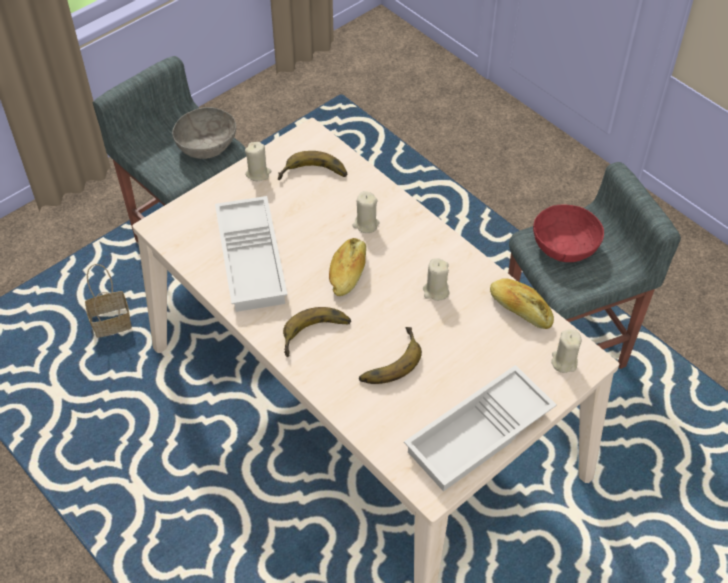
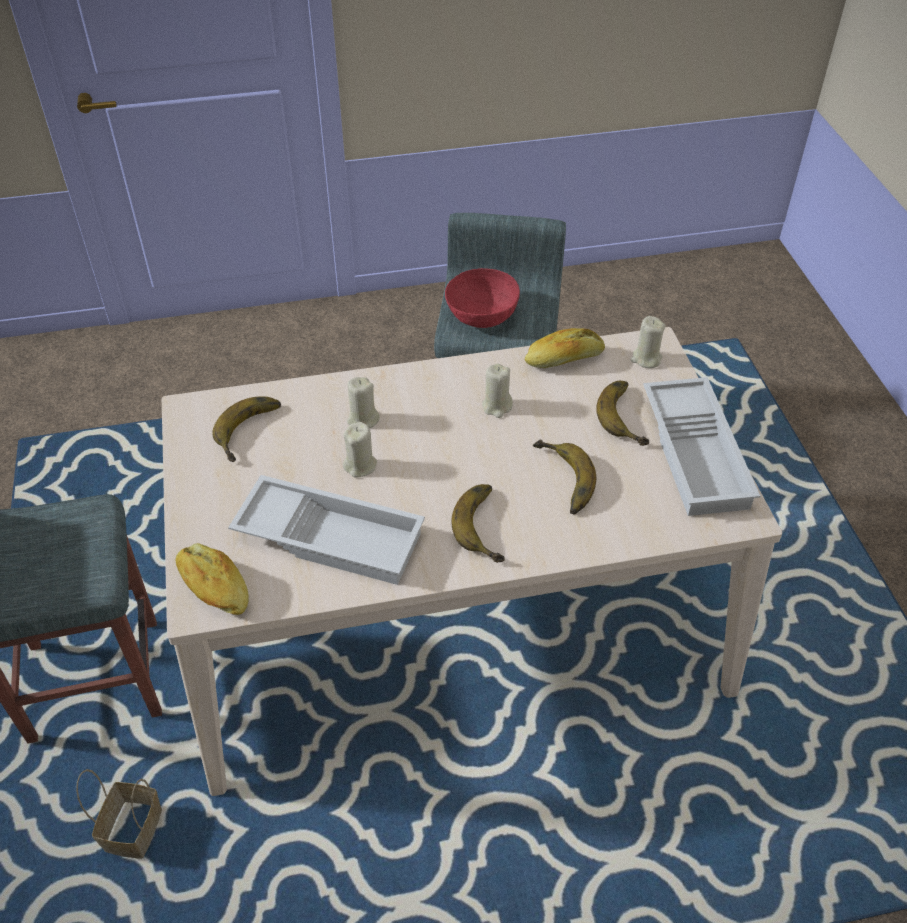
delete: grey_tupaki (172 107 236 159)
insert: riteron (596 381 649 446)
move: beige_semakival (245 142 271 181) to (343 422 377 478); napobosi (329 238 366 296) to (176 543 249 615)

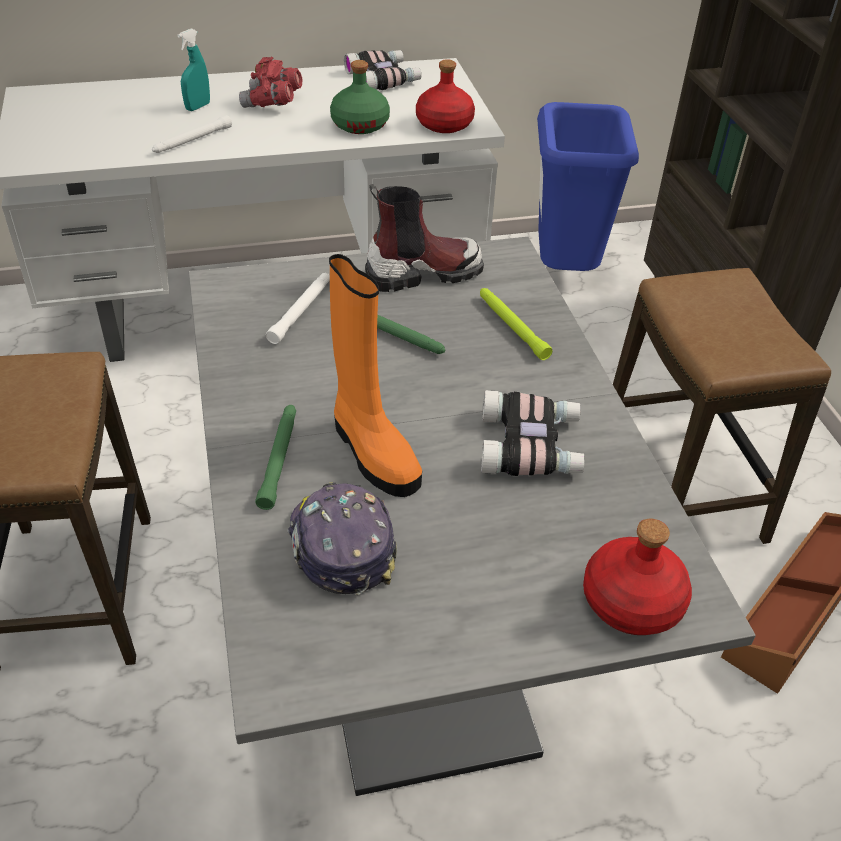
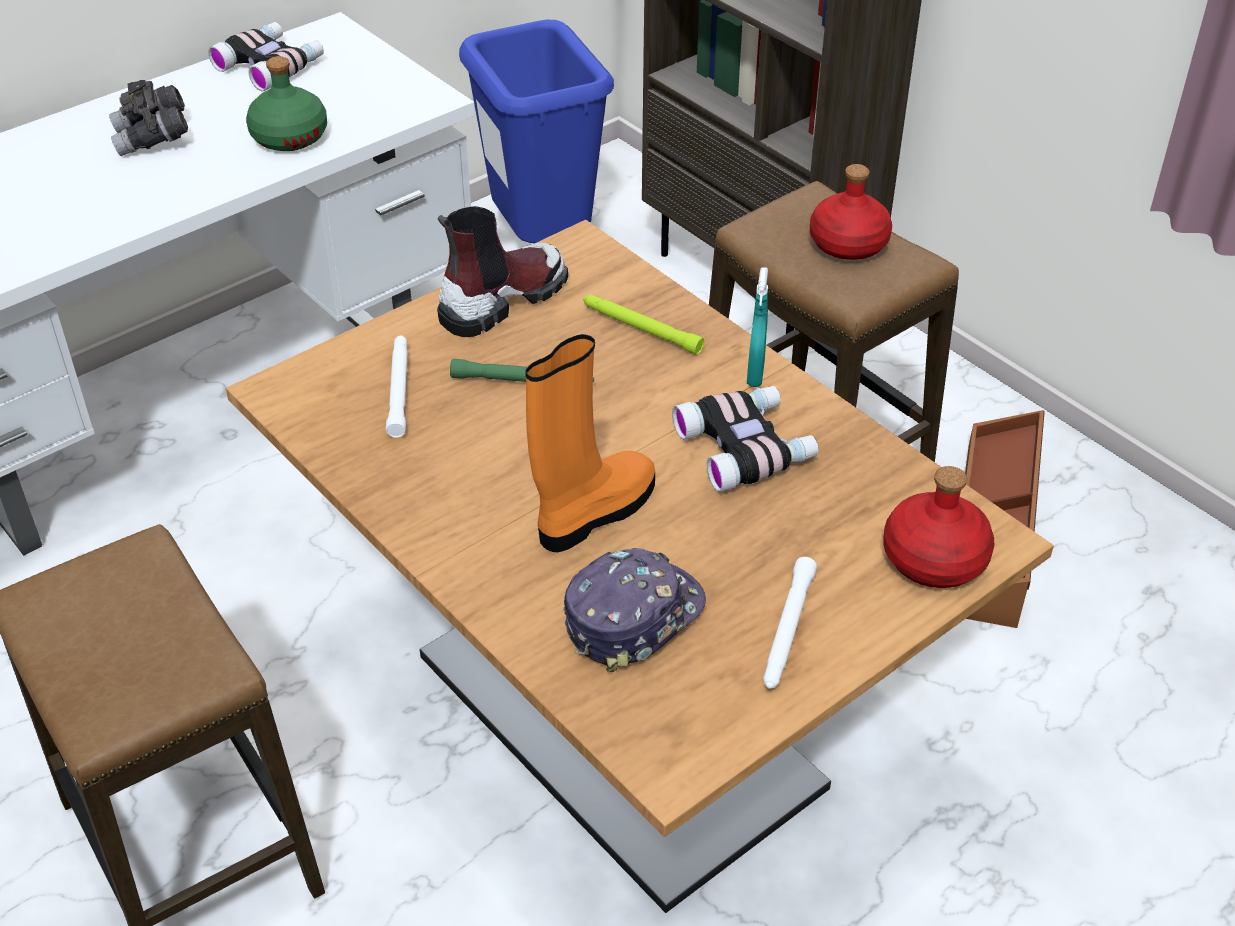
delete: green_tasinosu (255 405 296 510)
move: white_tasinosu (152 115 232 153) to (763 557 817 689); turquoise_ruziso (177 29 210 111) to (747 267 768 387); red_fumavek (416 59 475 133) to (810 164 892 260)
recolor: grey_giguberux (189 237 756 796) to brown_giguberux (226 220 1054 913); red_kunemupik (239 57 303 108) to grey_kunemupik (109 80 188 156)
rotate: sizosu (287 483 397 595) = (564 548 706 672) 90 degrees clockwise; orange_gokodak (329 254 422 497) = (526 334 655 552) 75 degrees counterclockwise

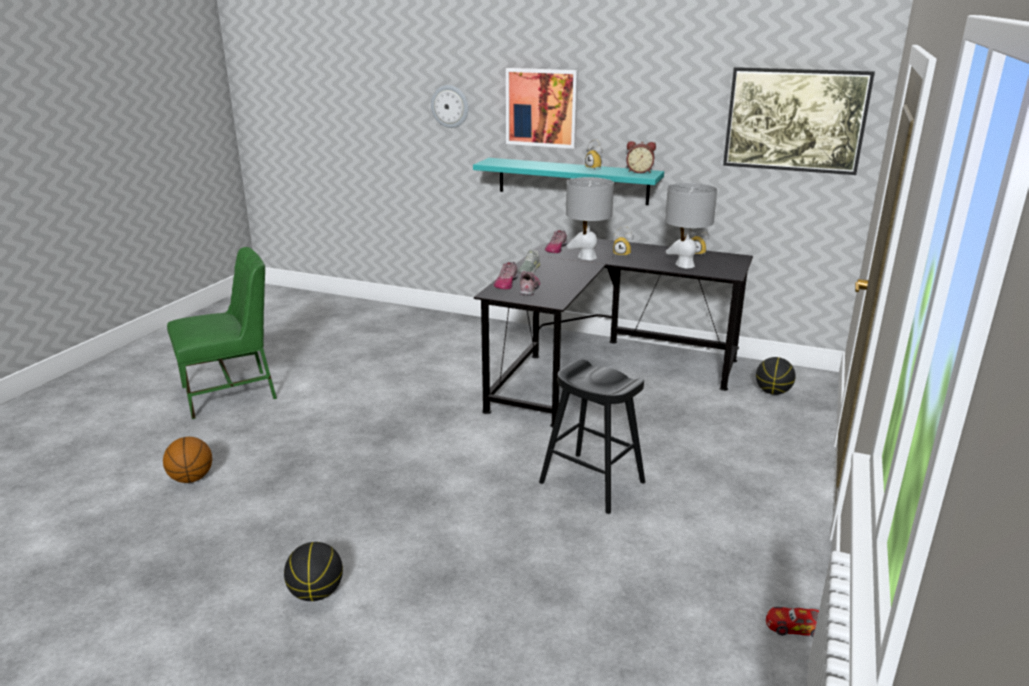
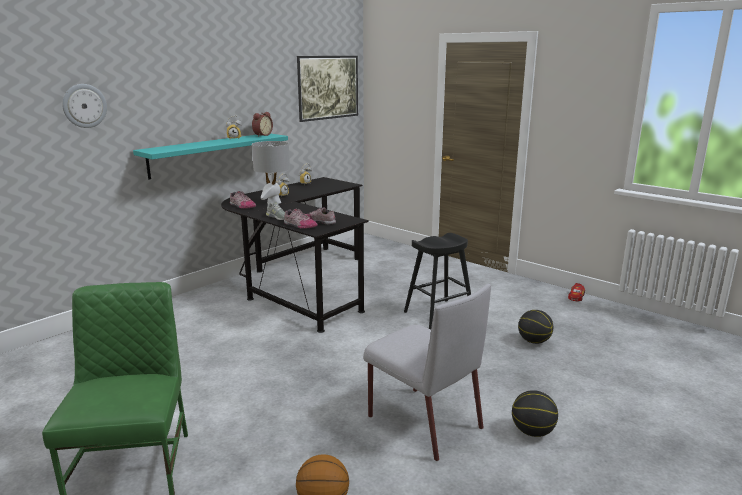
delete: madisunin (506 68 578 149); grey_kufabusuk (665 183 717 268)
insert: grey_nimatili (363 284 491 461)
move: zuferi (756 357 795 395) to (518 310 554 344)

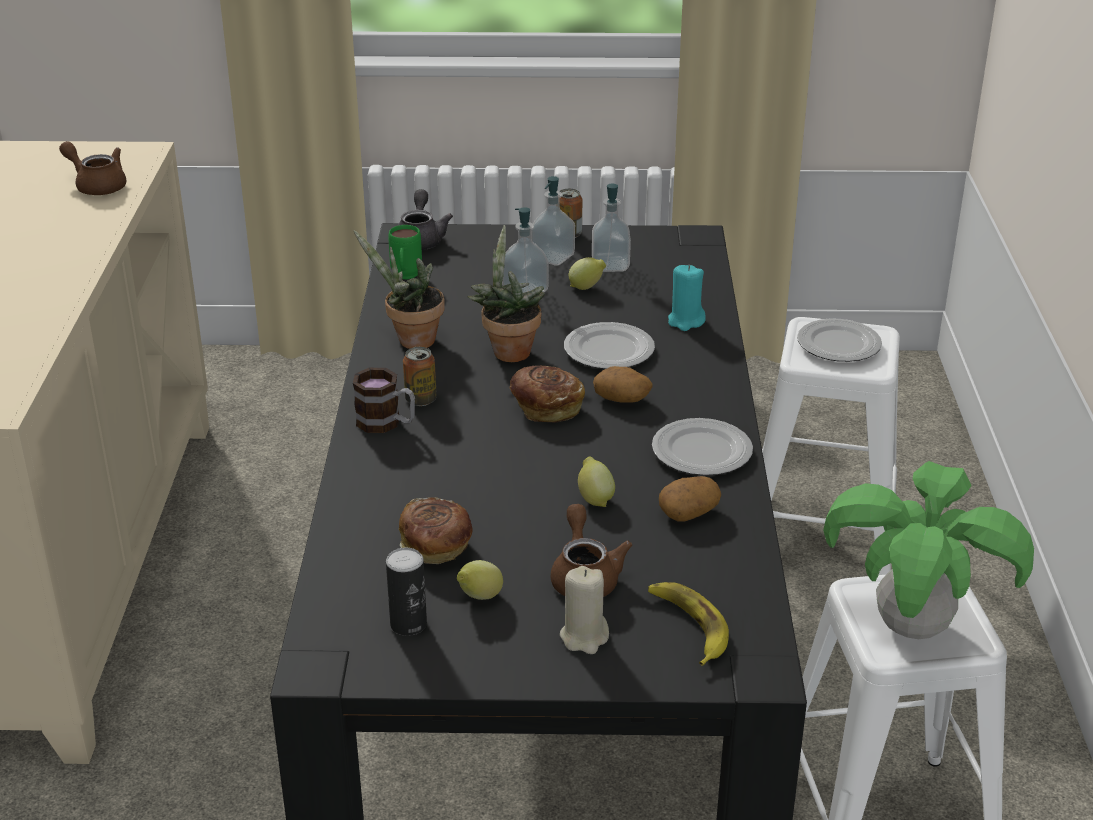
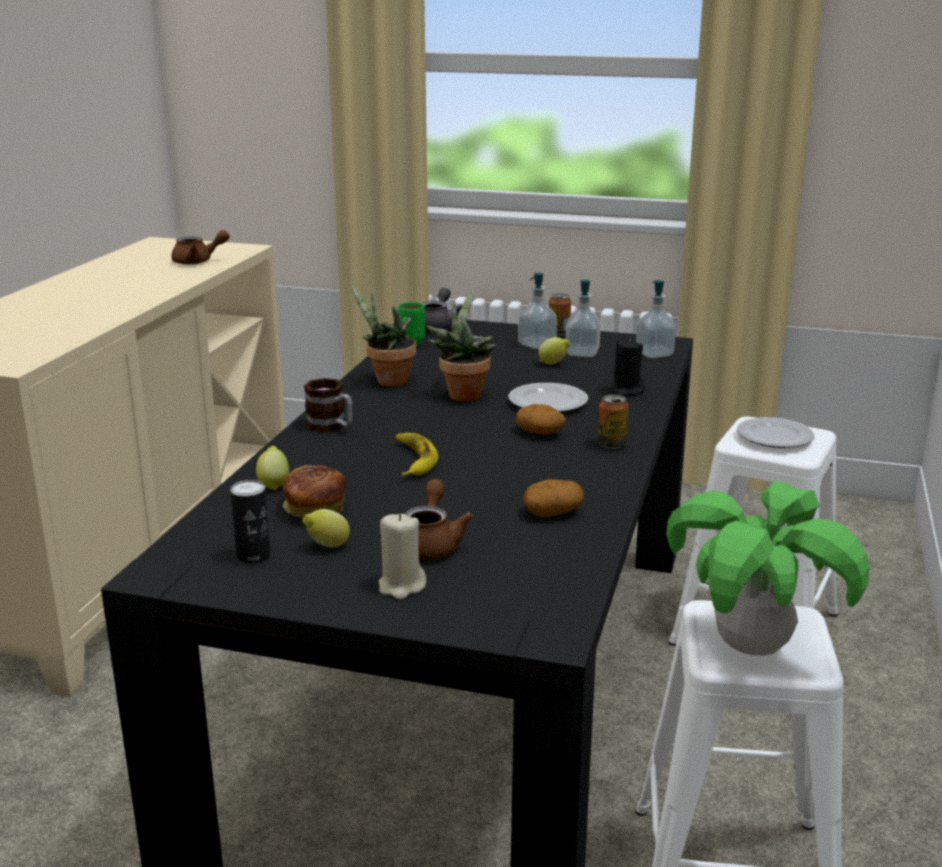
delete: napobosi (509 366 585 422); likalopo (652 418 753 476)
move: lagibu (403 347 437 406) to (598 394 629 449); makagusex (502 207 548 293) to (636 280 676 358); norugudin (578 456 615 507) to (256 446 289 490); riteron (648 582 729 666) to (396 433 439 476)
recolor: turquoise_semakival (668 265 706 331) to black_semakival (610 338 645 397)
rotate: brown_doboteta (59 141 127 195) = (171 230 230 265) 120 degrees clockwise

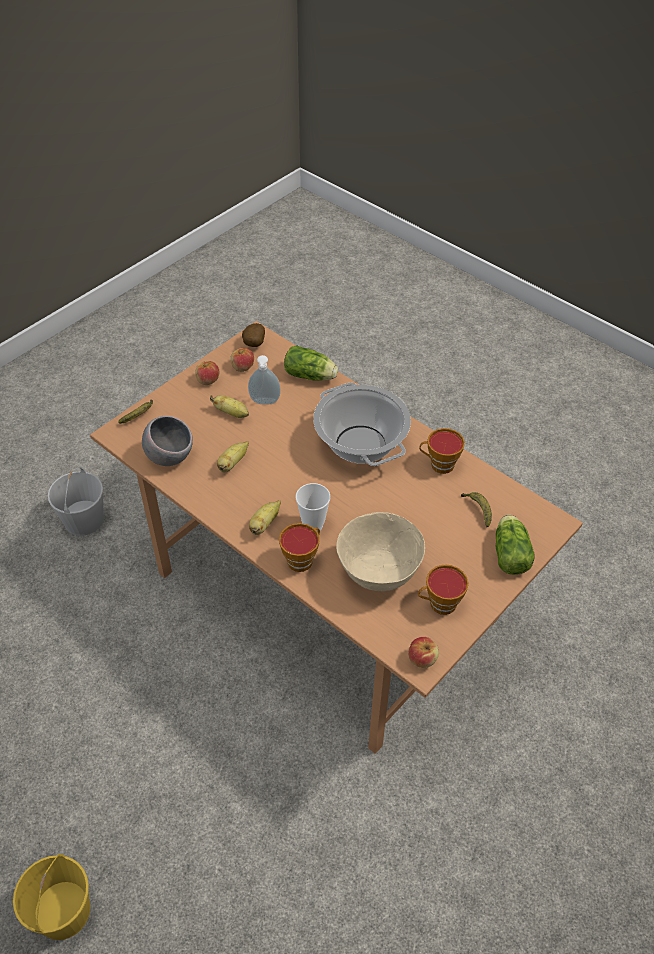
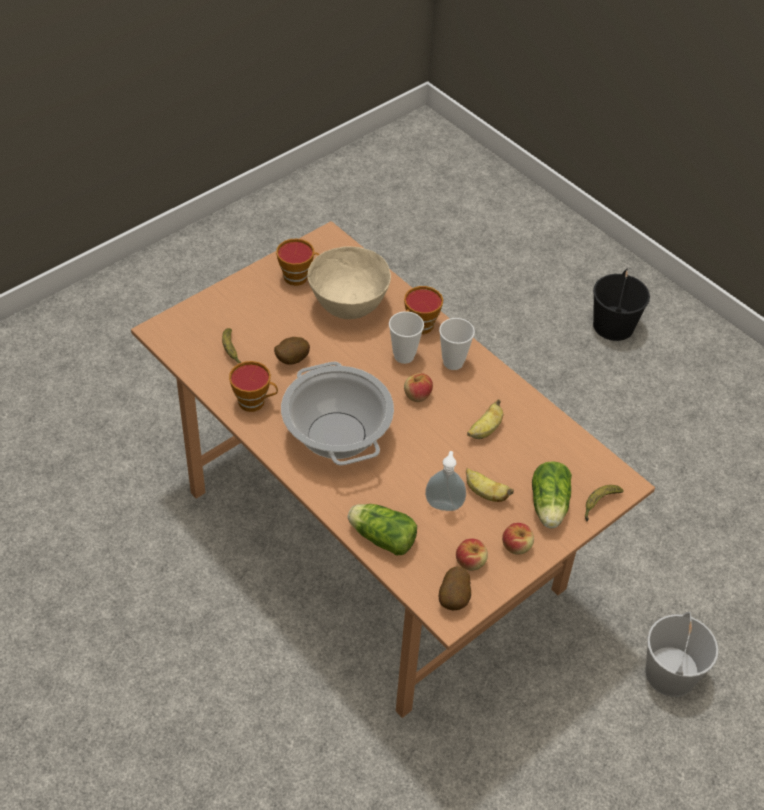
delete: grey_tupaki (142 416 193 466)
insert: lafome (274 337 310 365)
move: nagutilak (408 637 439 668) to (404 373 433 402); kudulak (496 515 534 575) to (532 461 572 528)
replace: riteron (249 500 281 535) to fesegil (439 318 475 370)
recolor: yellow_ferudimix (13 854 90 940) to black_ferudimix (593 269 650 341)

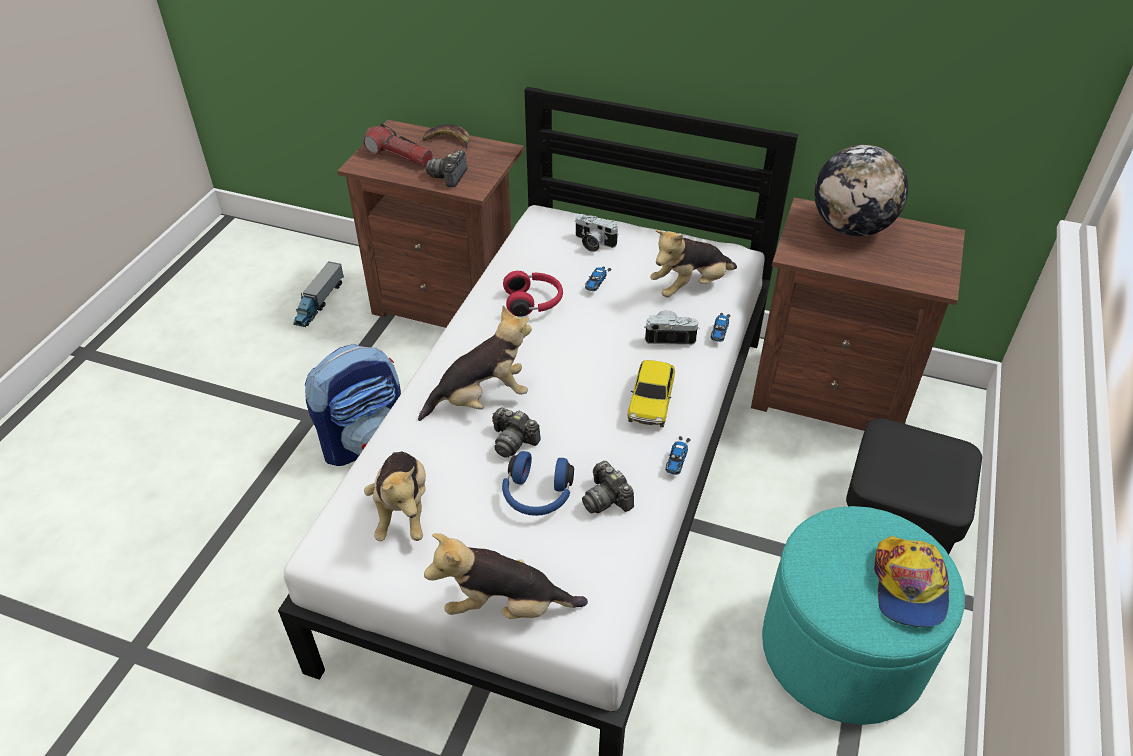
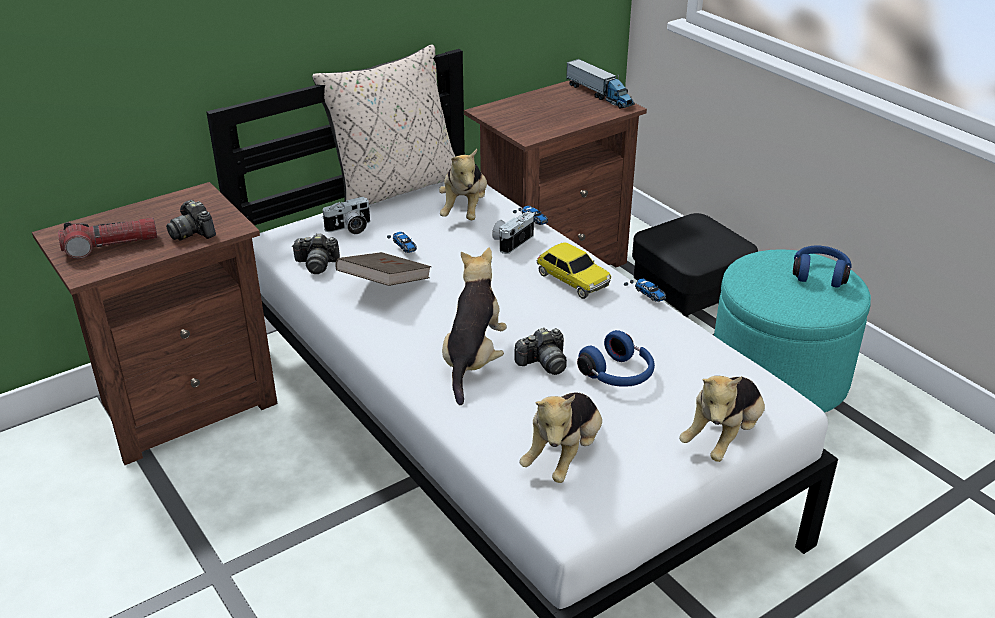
delete: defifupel (305 344 401 466); riteron (422 124 470 151); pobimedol (814 145 908 236)
insert: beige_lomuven (312 45 455 205)
move: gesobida (293 261 344 327) to (566 59 635 109); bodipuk (582 461 634 514) to (292 233 340 274)
replace: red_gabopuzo (503 271 563 317) to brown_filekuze (335 252 432 286); sizosu (874 536 949 627) to blue_gabopuzo (793 246 852 288)
rotate: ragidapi (364 452 426 541) = (520 392 602 483) 90 degrees clockwise

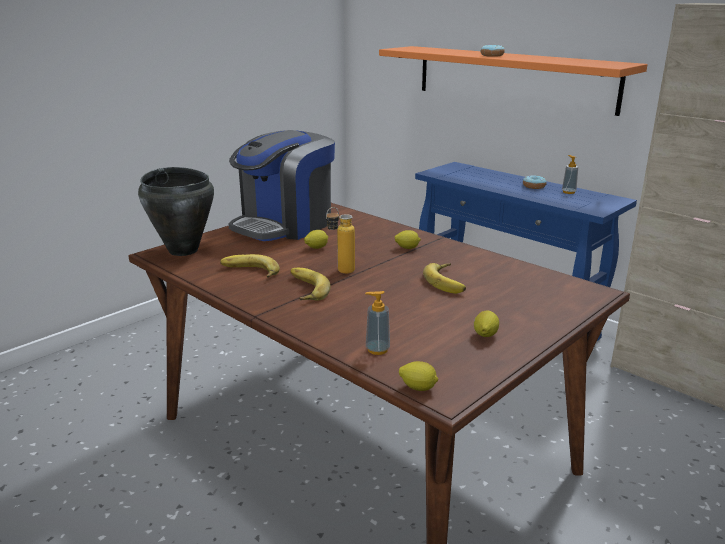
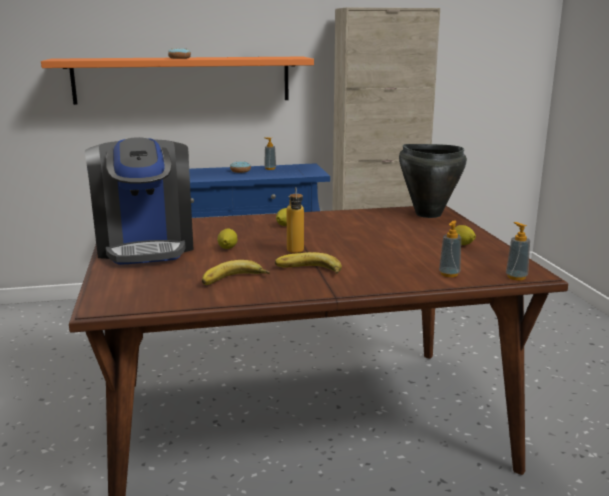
delete: riteron (423 263 466 294)
move: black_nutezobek (138 167 214 256) to (399 144 467 218)
replace: norugudin (399 361 438 391) to makagusex (506 222 530 281)

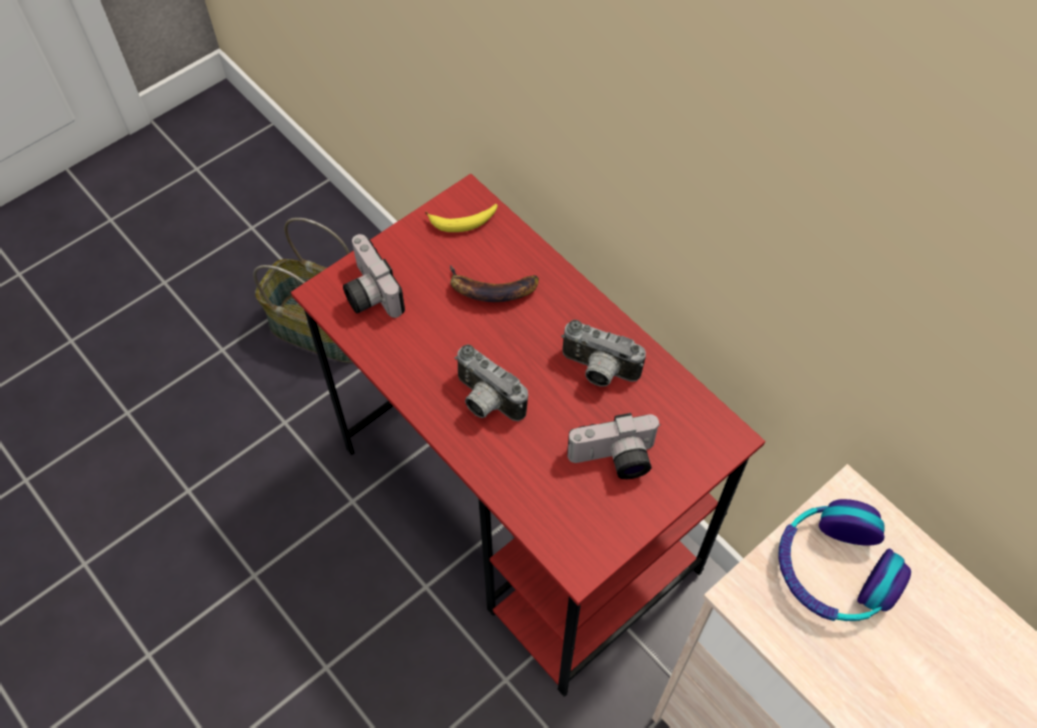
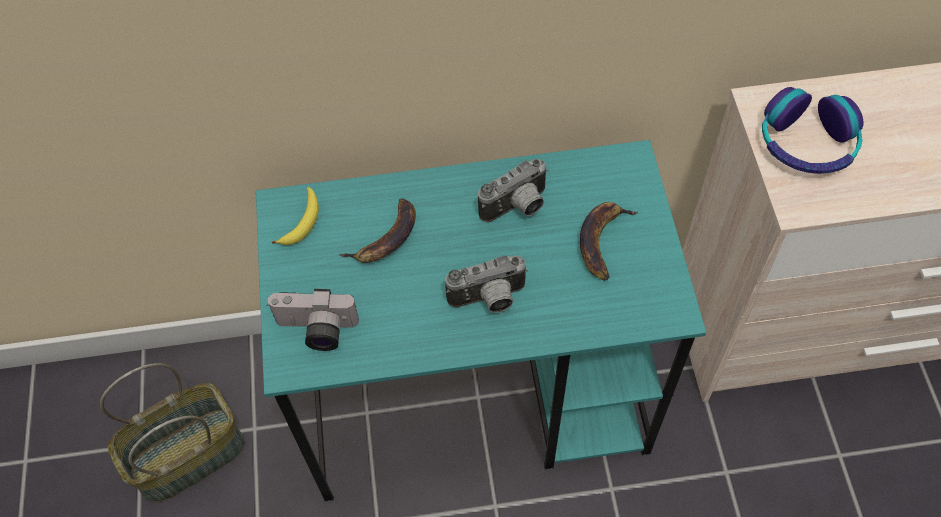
replace: bodipuk (567 413 661 479) to riteron (580 202 638 281)
recolor: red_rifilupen (291 174 765 697) to turquoise_rifilupen (256 140 706 501)

